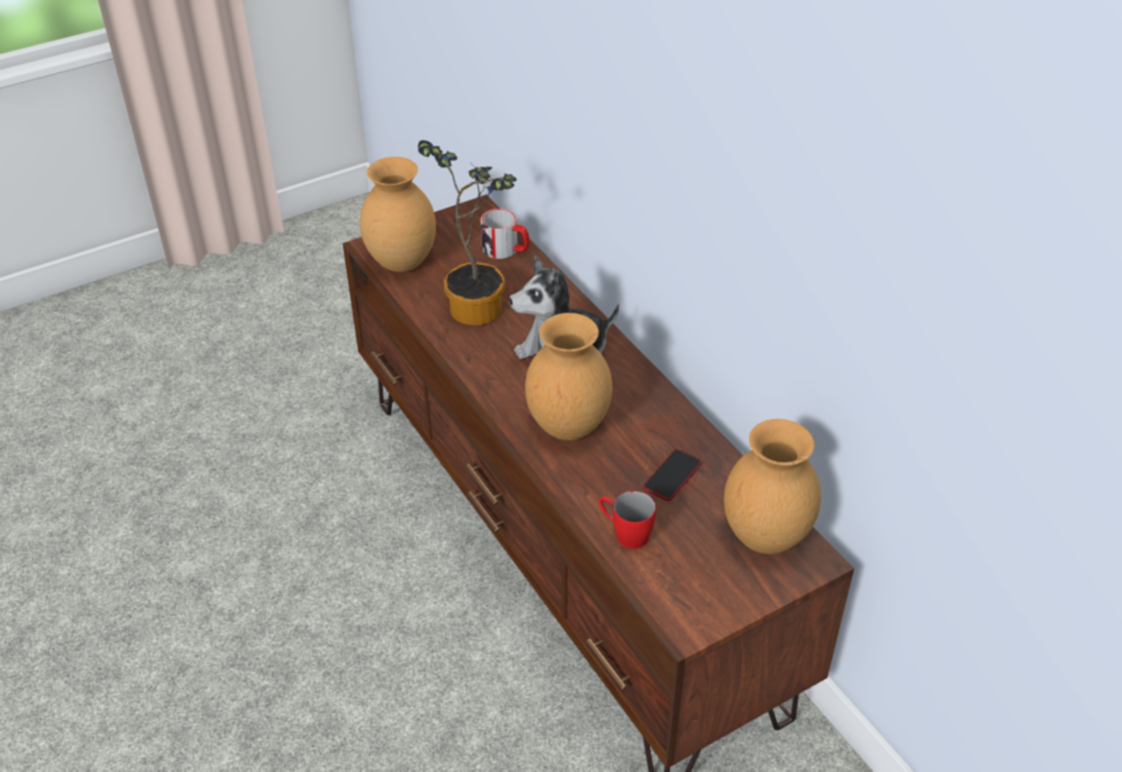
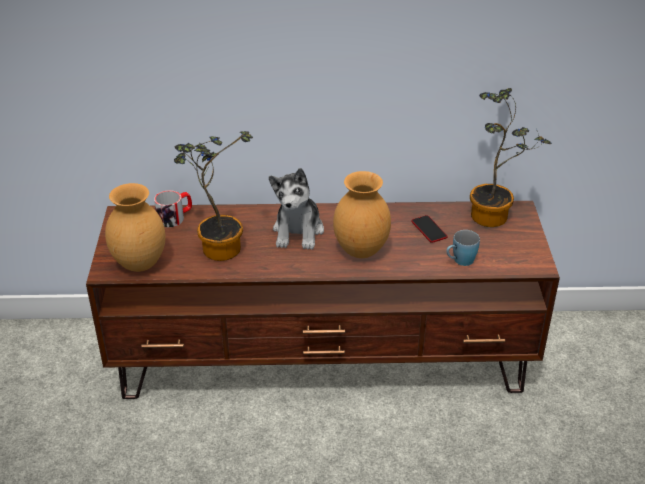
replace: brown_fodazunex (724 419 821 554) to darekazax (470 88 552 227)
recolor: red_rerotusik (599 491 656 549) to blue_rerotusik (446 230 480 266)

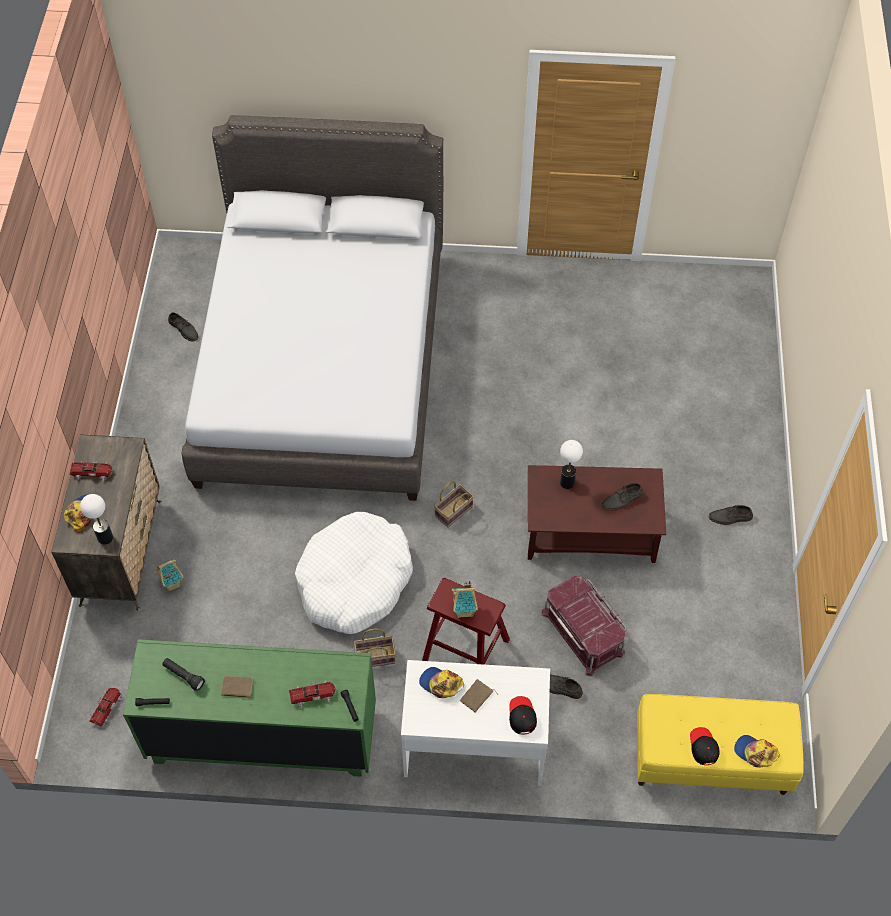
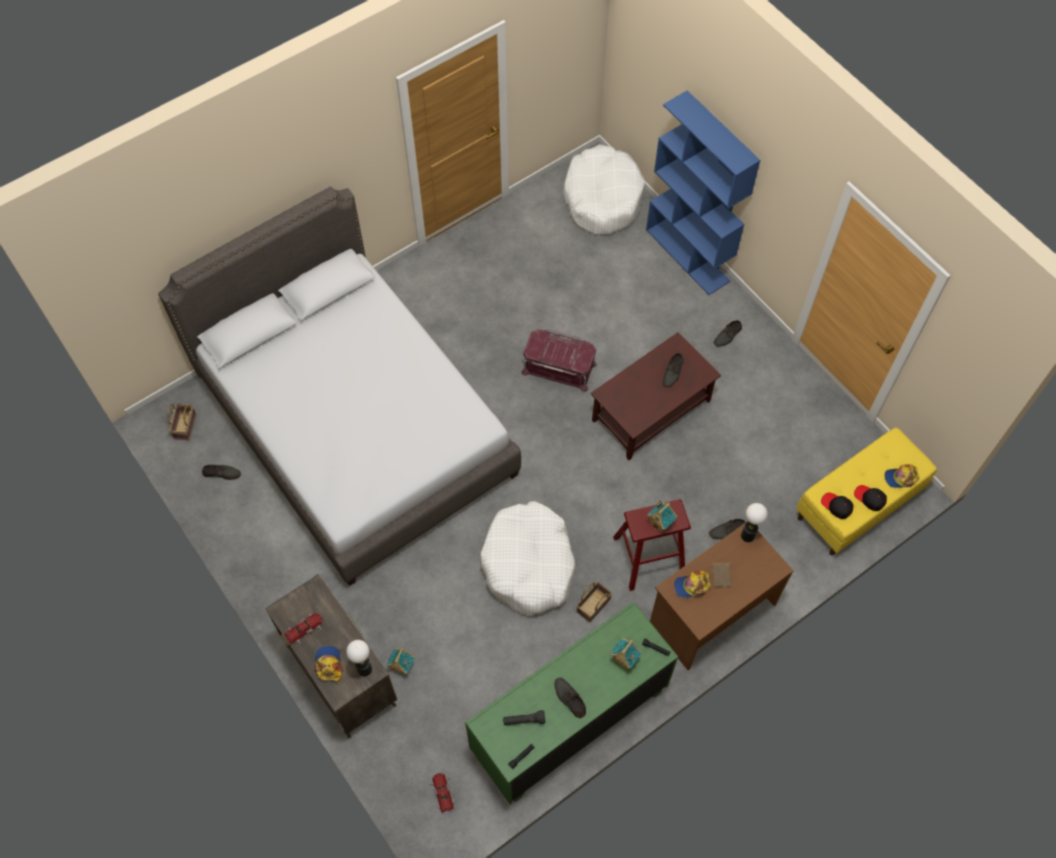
insert: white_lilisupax (563 144 645 235); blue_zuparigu (646 90 760 295)
move: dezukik (434 481 474 528) to (167 403 196 440); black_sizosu (509 696 537 734) to (821 492 853 519); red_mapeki (541 575 627 677) to (521 329 597 392); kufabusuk (560 440 583 489) to (741 503 768 542)
replace: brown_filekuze (221 676 254 701) to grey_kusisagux (554 678 586 718); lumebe (289 680 336 709) to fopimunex (610 638 642 669)
recolor: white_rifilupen (401 660 550 786) to brown_rifilupen (650 521 793 670)

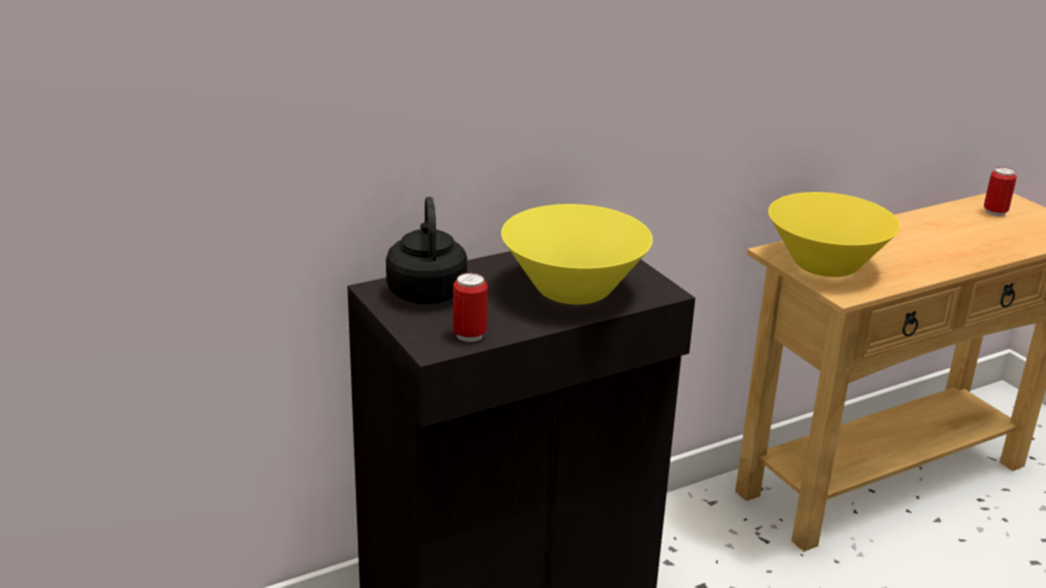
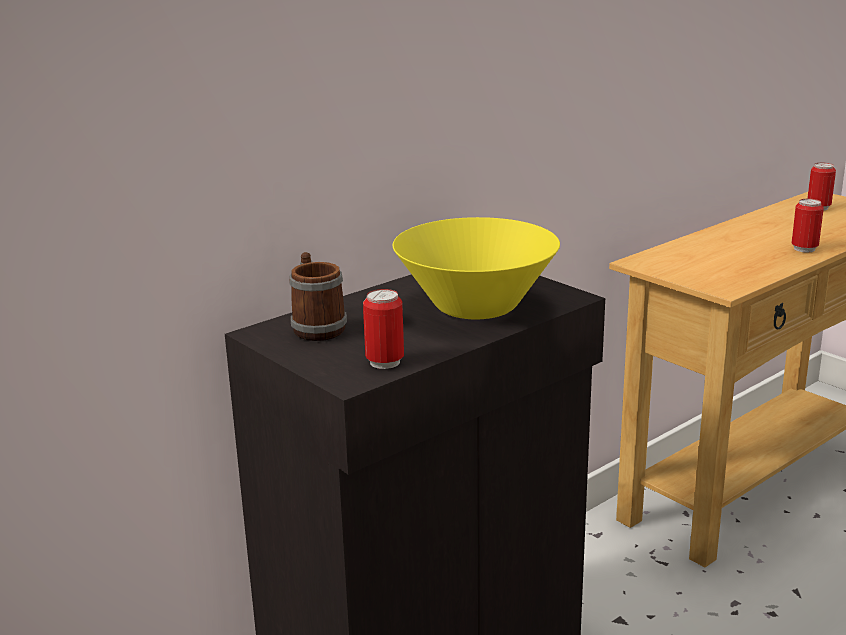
delete: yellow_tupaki (768 192 900 277)
insert: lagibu (792 199 824 252)
replace: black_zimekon (386 196 467 304) to rerotusik (289 252 347 341)

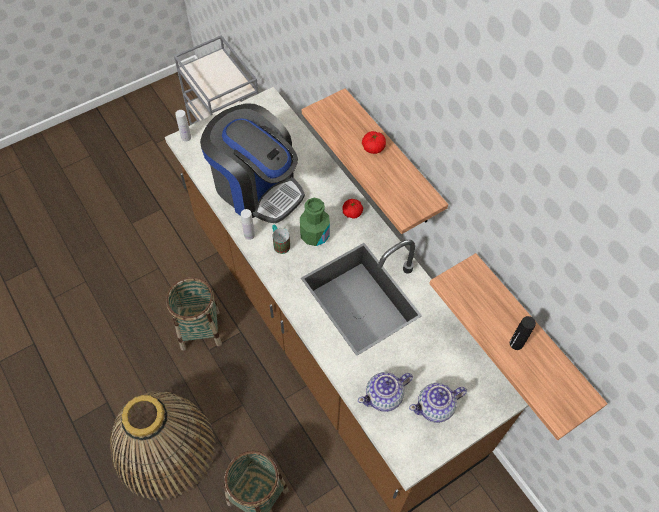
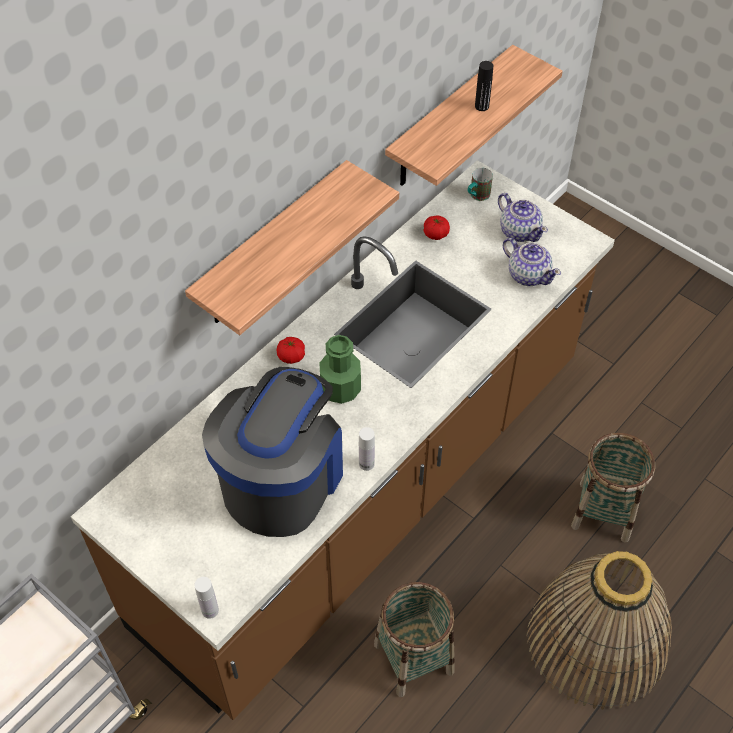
move: rerotusik (272 224 290 254) to (468 168 493 201); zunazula (362 131 386 154) to (424 215 450 240)

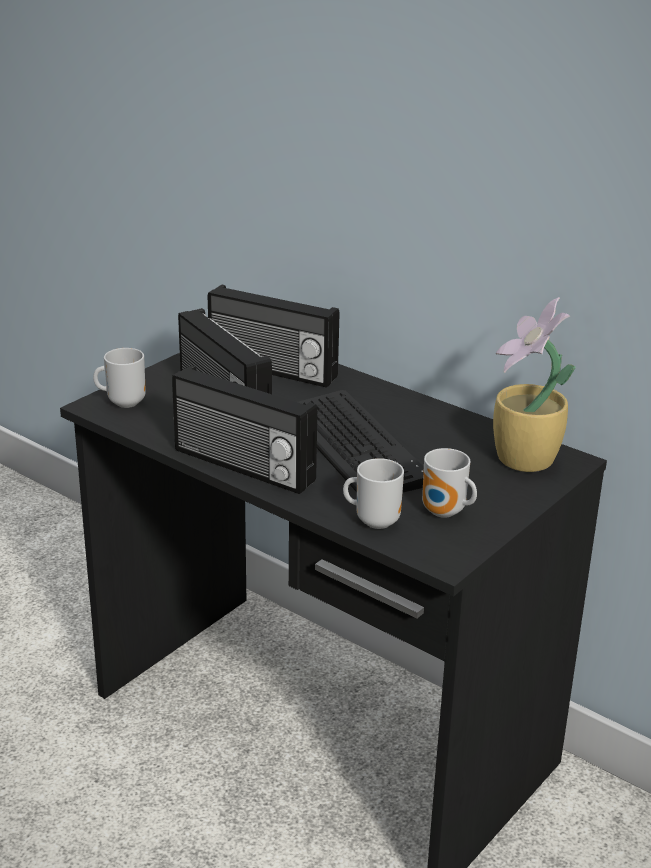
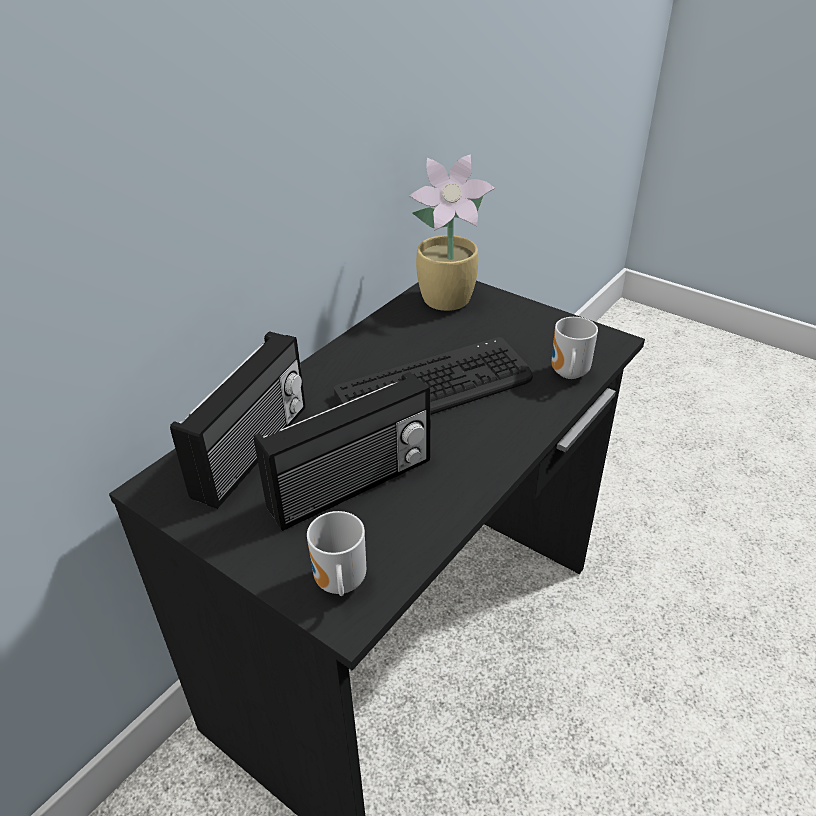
delete: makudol (172 365 317 494); rerotusik (422 448 477 518)

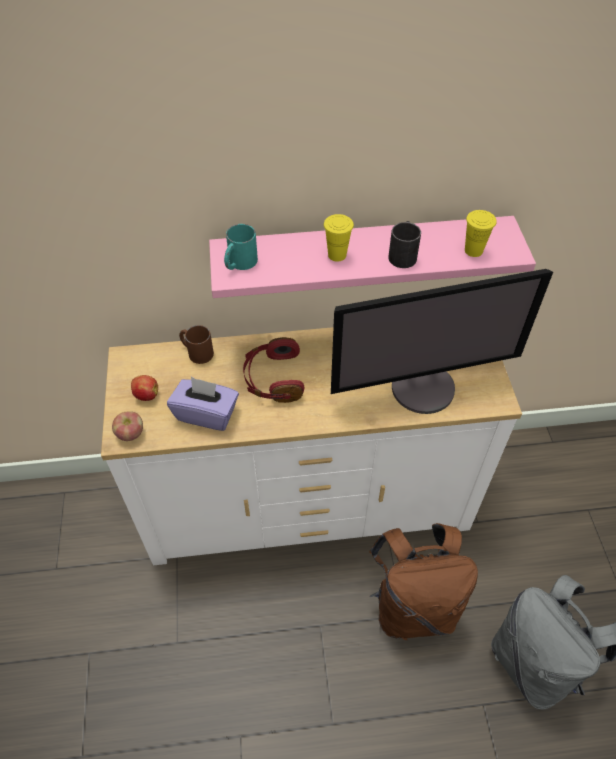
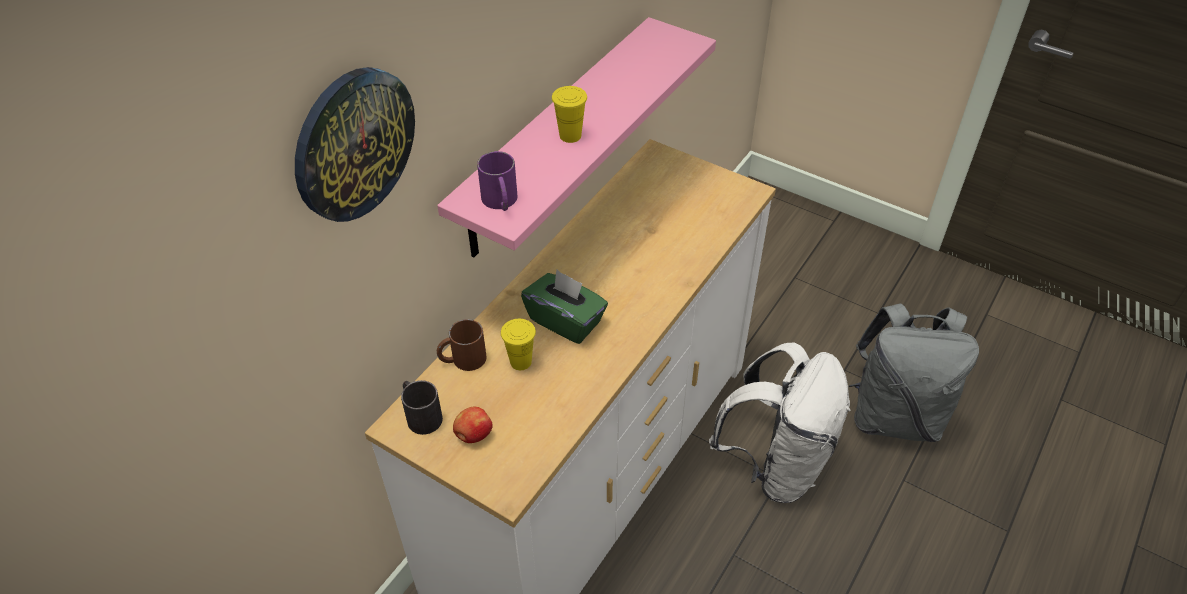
delete: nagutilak (112 411 143 441); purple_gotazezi (167 377 239 431); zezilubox (331 269 553 414)
insert: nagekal (295 67 415 222)
move: black_rerotusik (388 221 421 268) to (401 380 443 435); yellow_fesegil (465 210 497 257) to (501 319 536 370)
replace: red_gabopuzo (243 337 304 403) to green_gotazezi (521 270 608 344)
recolor: turquoise_rerotusik (224 224 258 270) to purple_rerotusik (477 151 517 211); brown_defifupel (369 523 478 640) to white_defifupel (709 343 850 503)

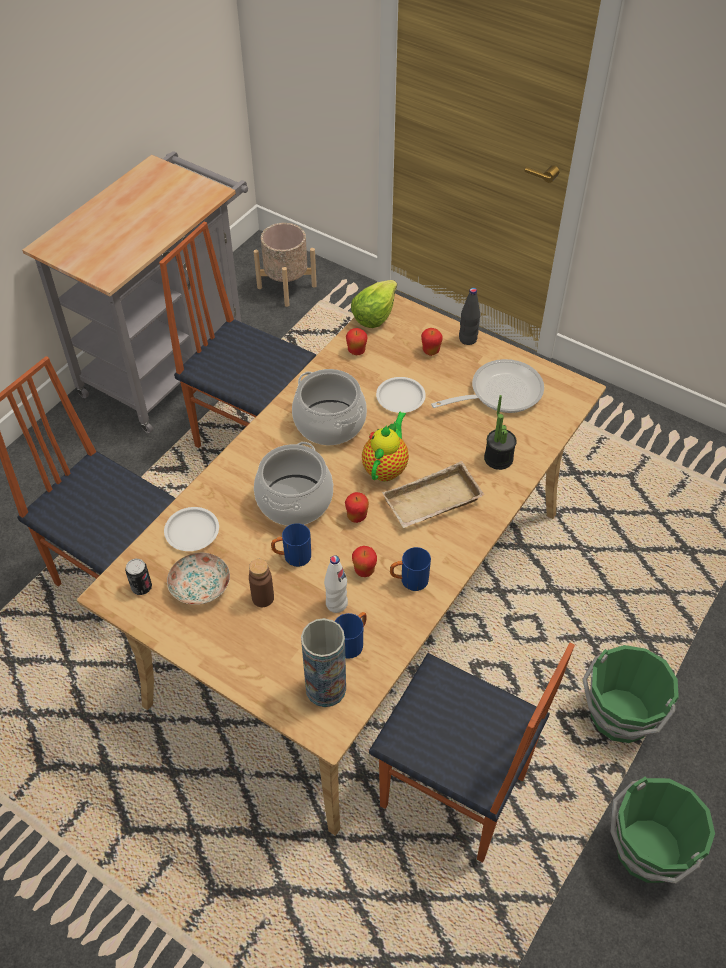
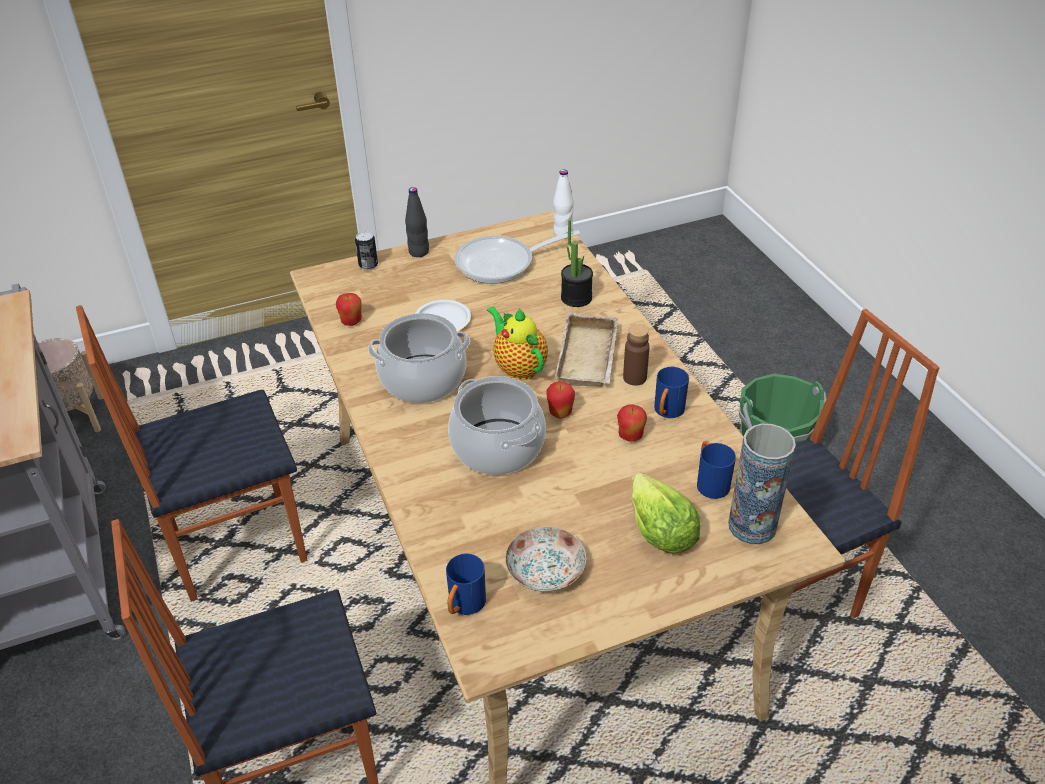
delete: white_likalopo (164 507 219 551); nagutilak (421 328 443 356); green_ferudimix (610 776 715 884)
move: lagibu (125 559 152 595) to (355 231 378 270); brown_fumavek (249 559 274 607) to (623 324 650 386); blue_rerotusik (271 523 311 567) to (446 553 486 615); white_fumavek (324 556 348 613) to (553 170 574 239); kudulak (351 280 397 328) to (631 473 700 554)
rotate: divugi (431 359 544 413) = (455 230 580 284) 120 degrees counterclockwise

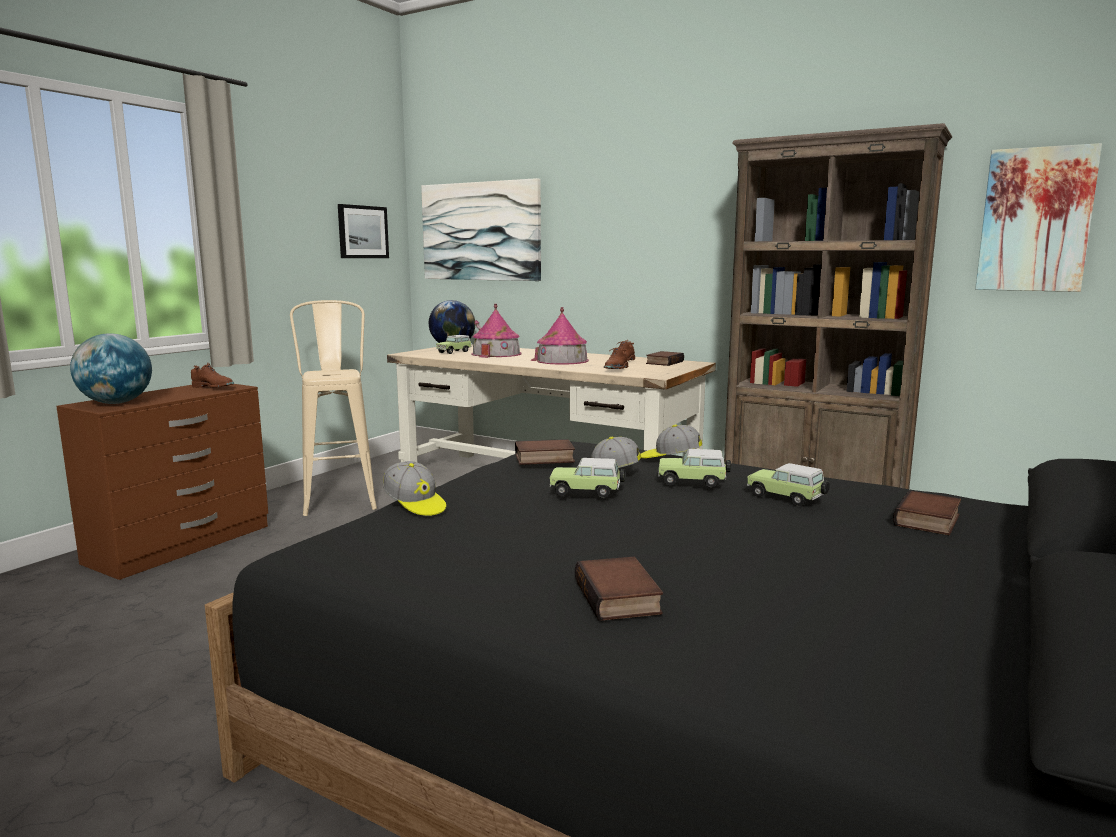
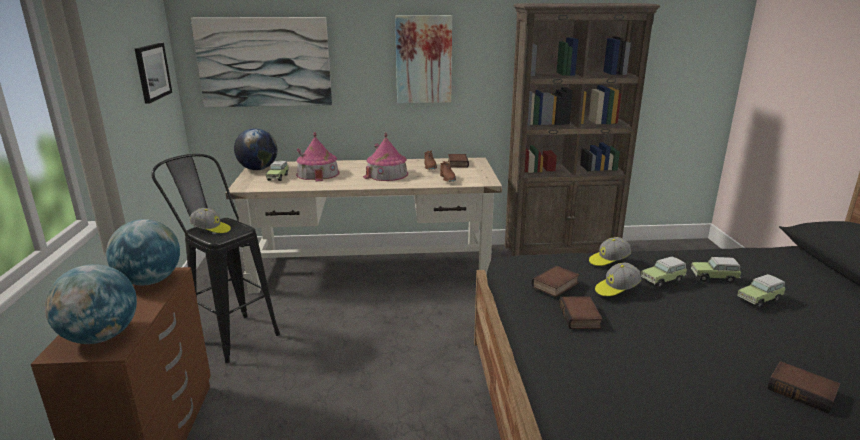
move: sizosu (383 461 446 516) to (190 208 231 233); lumebe (550 458 625 498) to (737 274 785 308); filekuze (893 491 961 535) to (559 296 602 329); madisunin (975 143 1102 292) to (395 15 452 103)
replace: brown_kusisagux (191 362 234 388) to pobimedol (106 219 180 285)
recolor: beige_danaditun (290 300 377 516) to black_danaditun (151 154 280 364)

